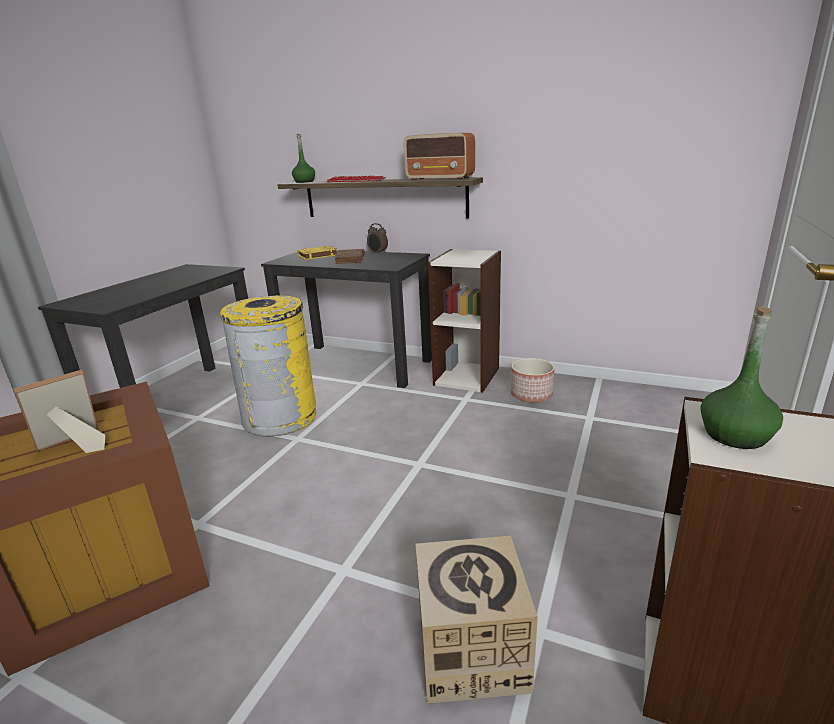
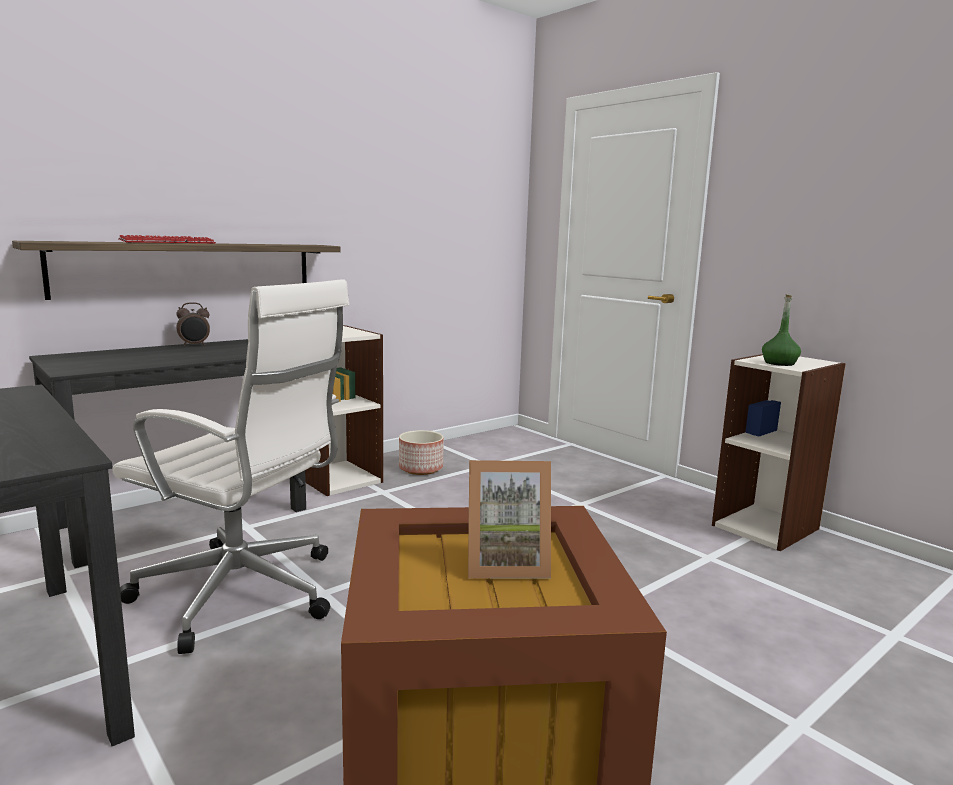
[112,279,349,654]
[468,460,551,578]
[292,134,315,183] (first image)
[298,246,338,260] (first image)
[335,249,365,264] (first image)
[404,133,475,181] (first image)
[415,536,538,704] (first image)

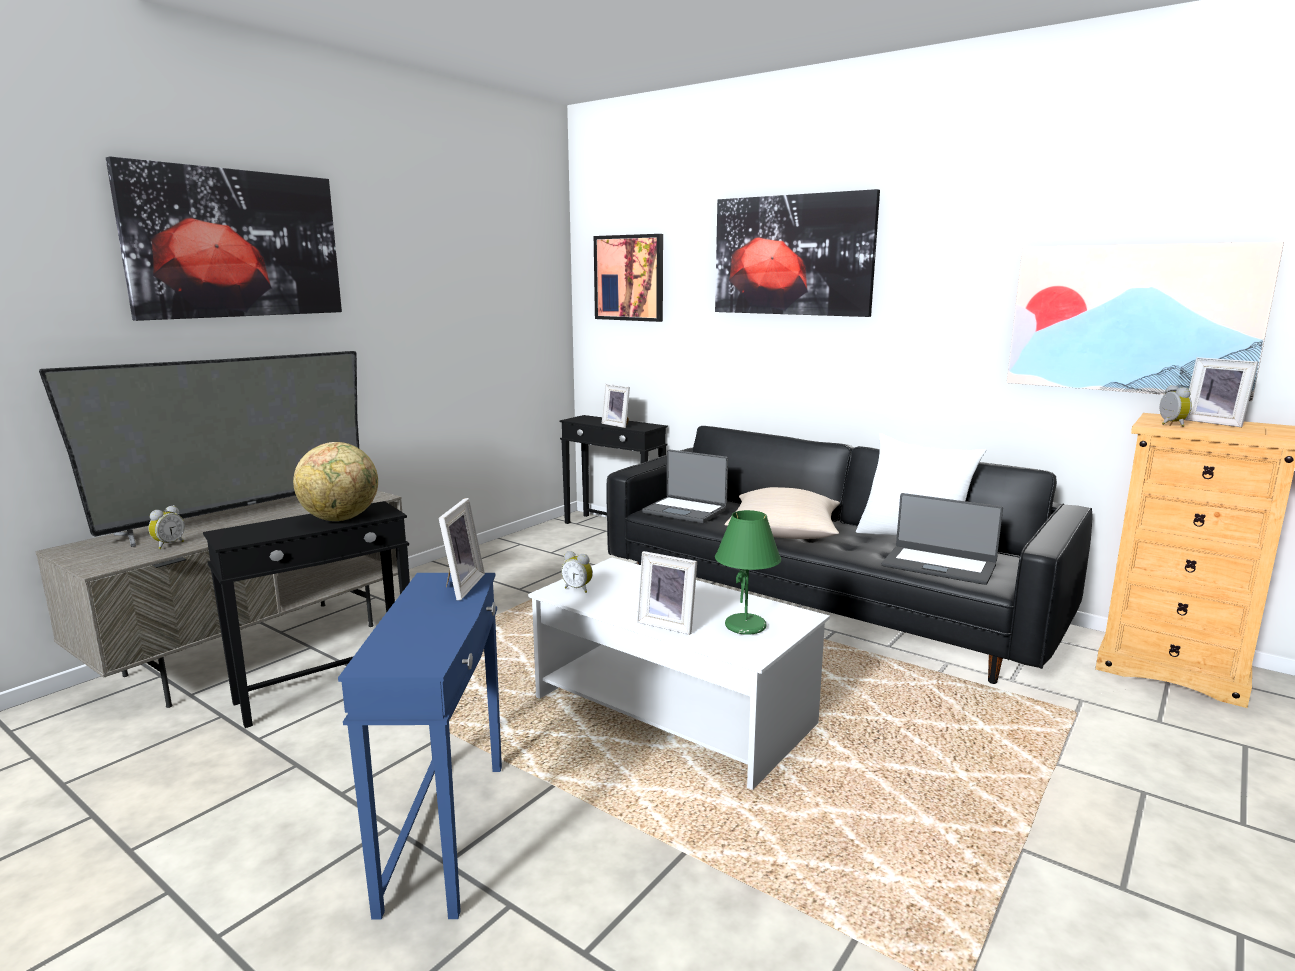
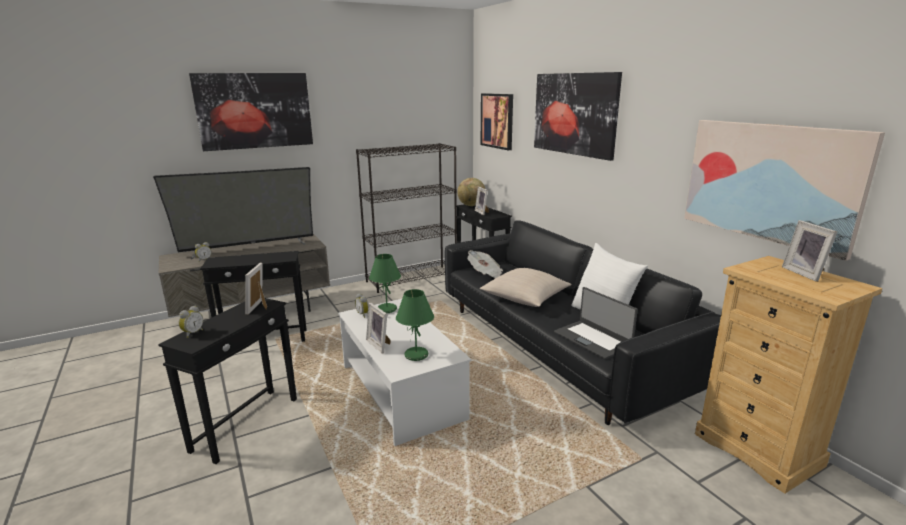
[158,298,297,464]
[179,306,203,338]
[245,263,267,315]
[356,143,457,293]
[369,254,401,313]
[457,178,485,206]
[467,250,503,278]

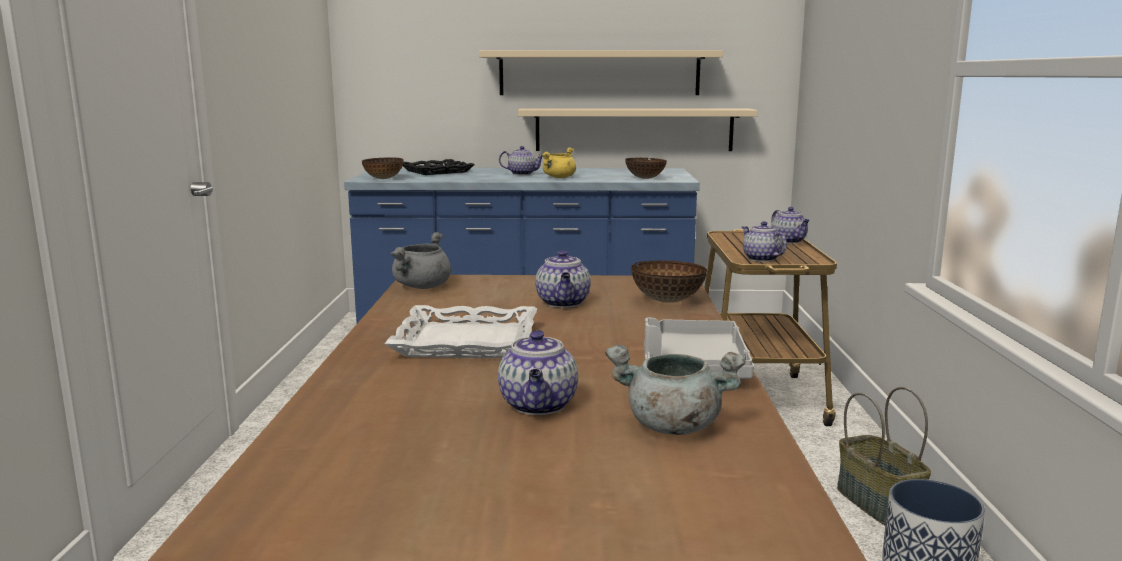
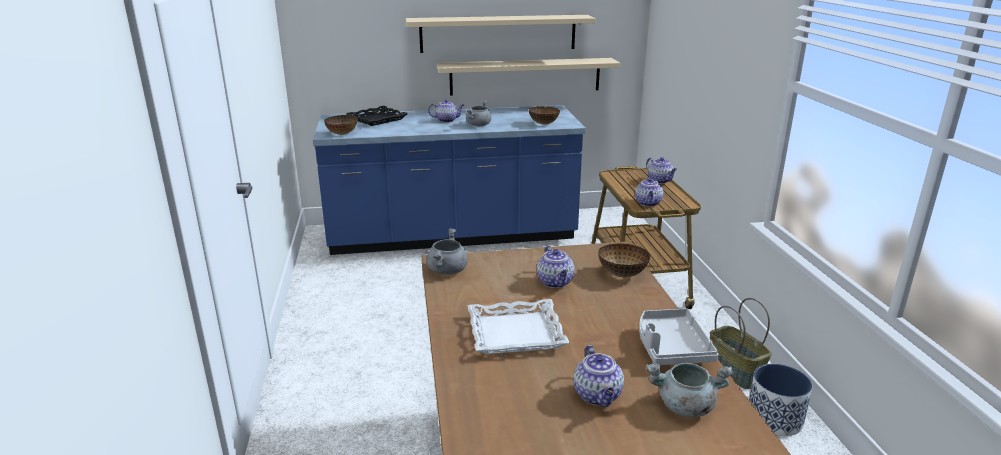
[466,100,491,126]
[635,177,663,207]

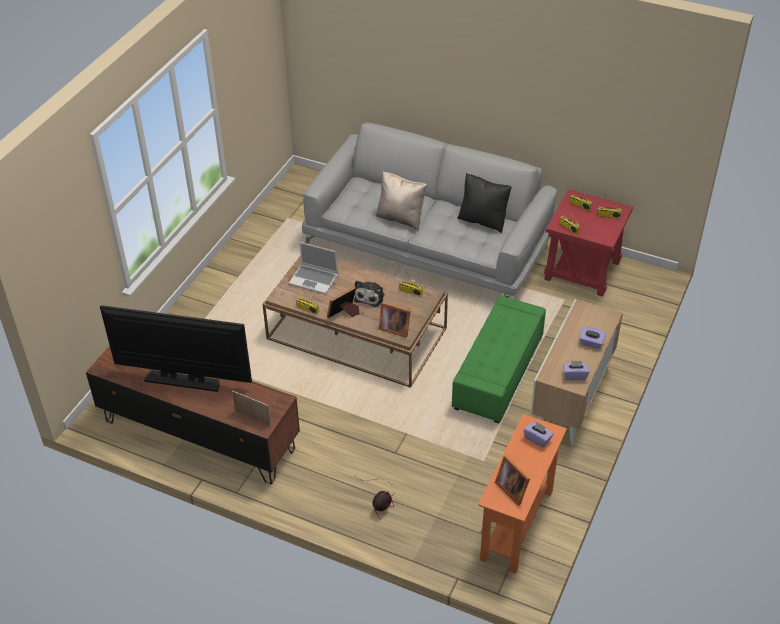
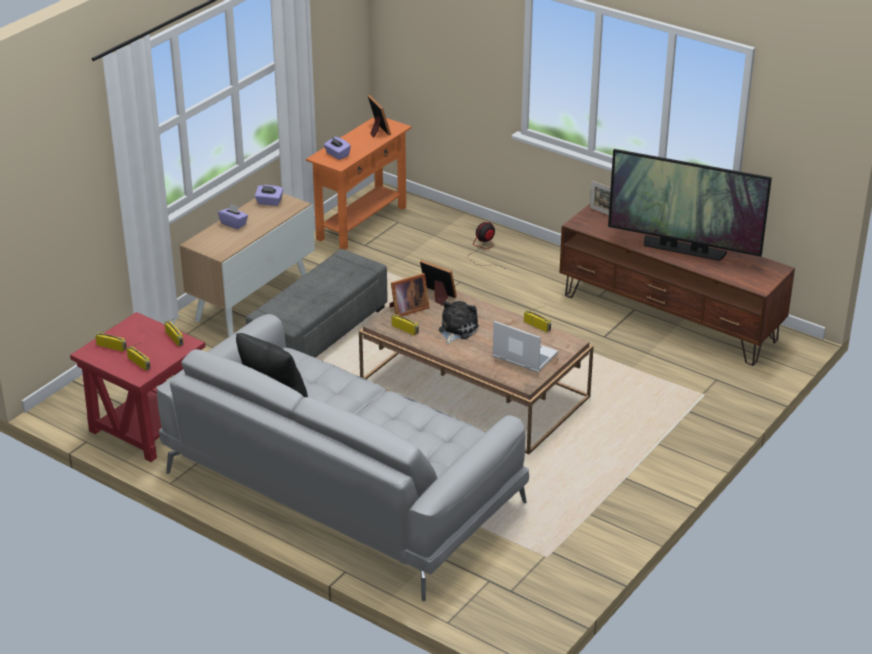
[246,249,388,358]
[390,273,429,316]
[375,171,427,231] (first image)

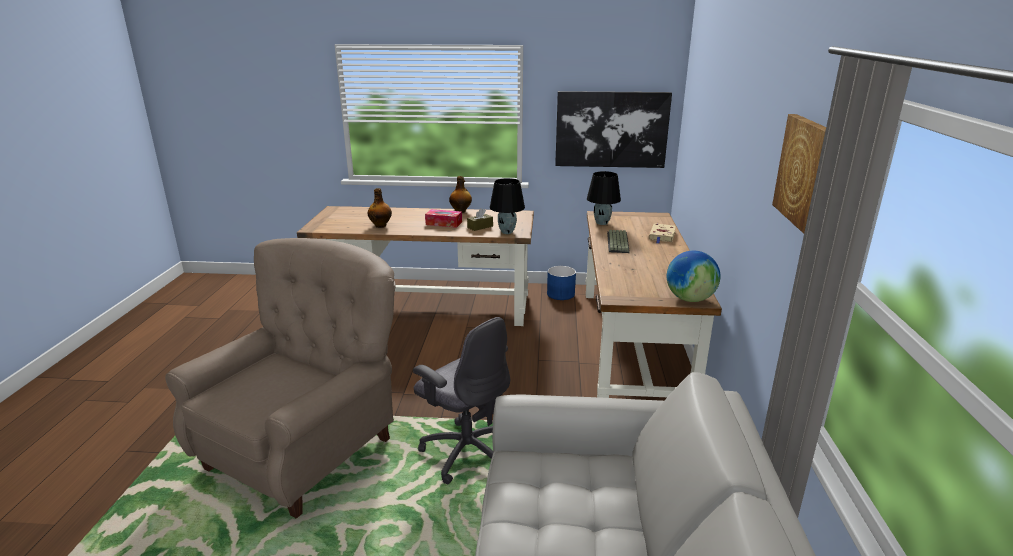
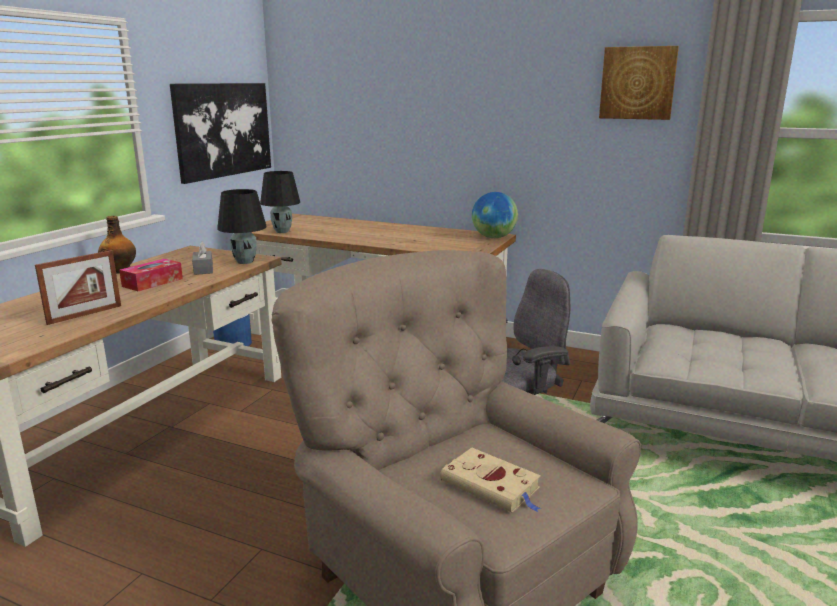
[35,250,121,325]
[192,242,213,275]
[440,448,541,513]
[607,230,630,253] (first image)

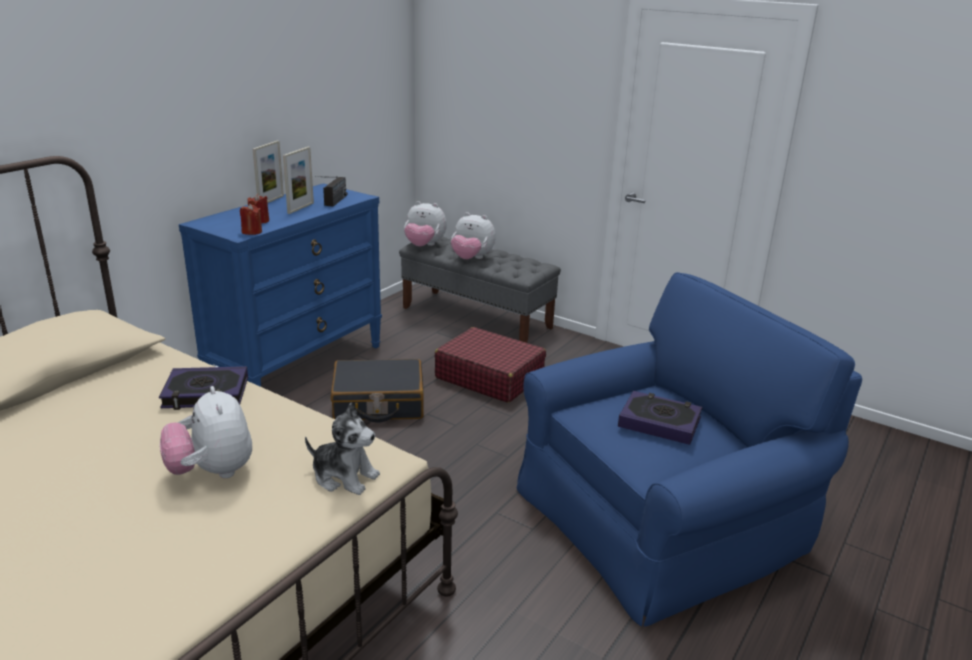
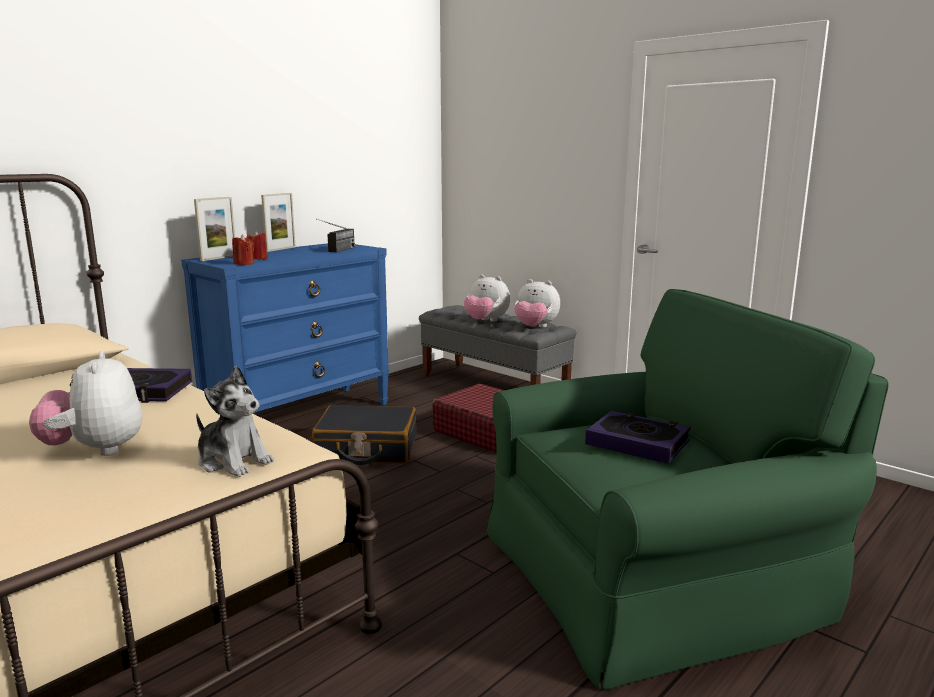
[194,197,235,261]
[487,289,888,689]
[514,279,560,328]

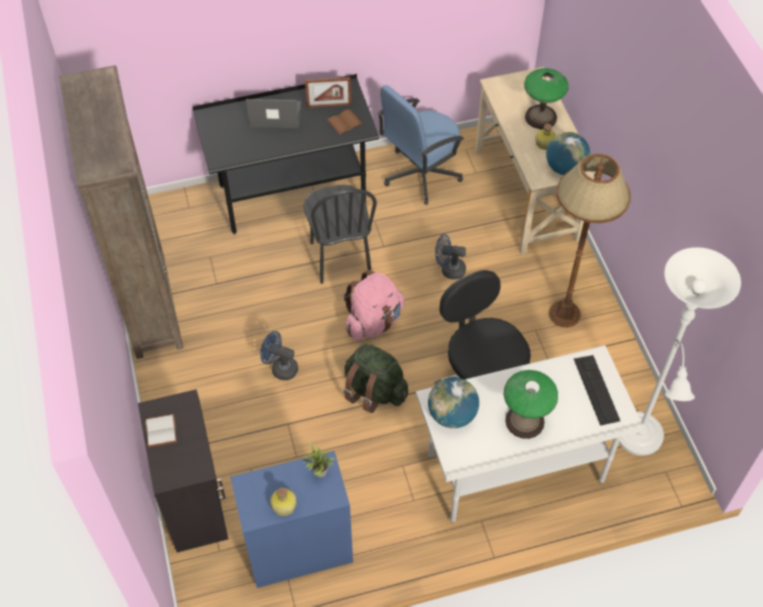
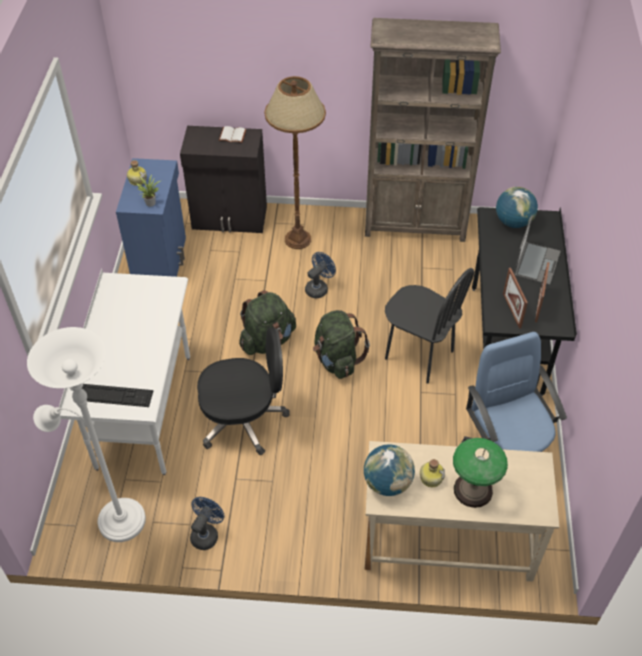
[190,497,224,550]
[264,76,326,249]
[313,310,370,379]
[385,268,474,384]
[496,187,538,228]
[503,268,528,329]
[504,370,558,439] (first image)

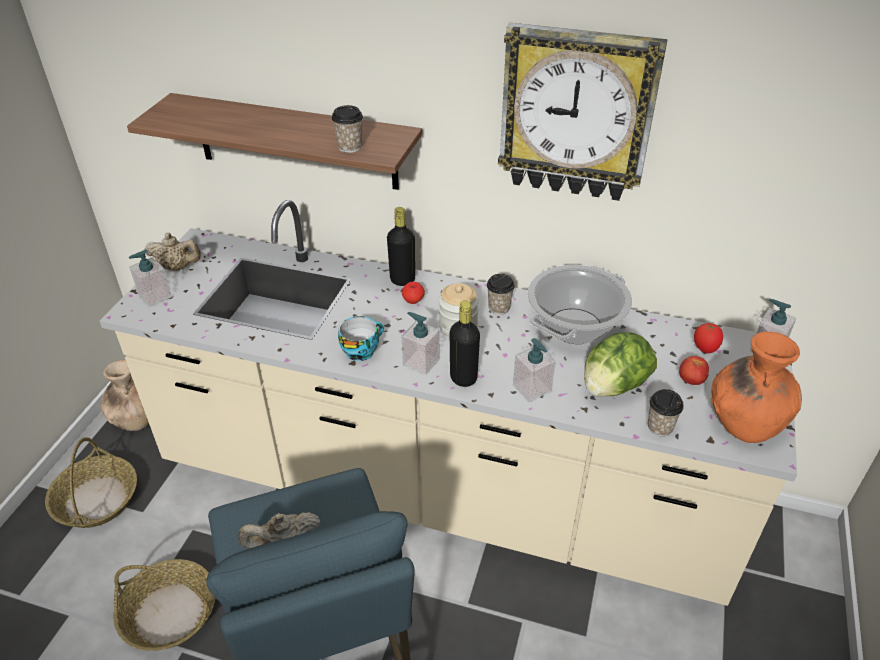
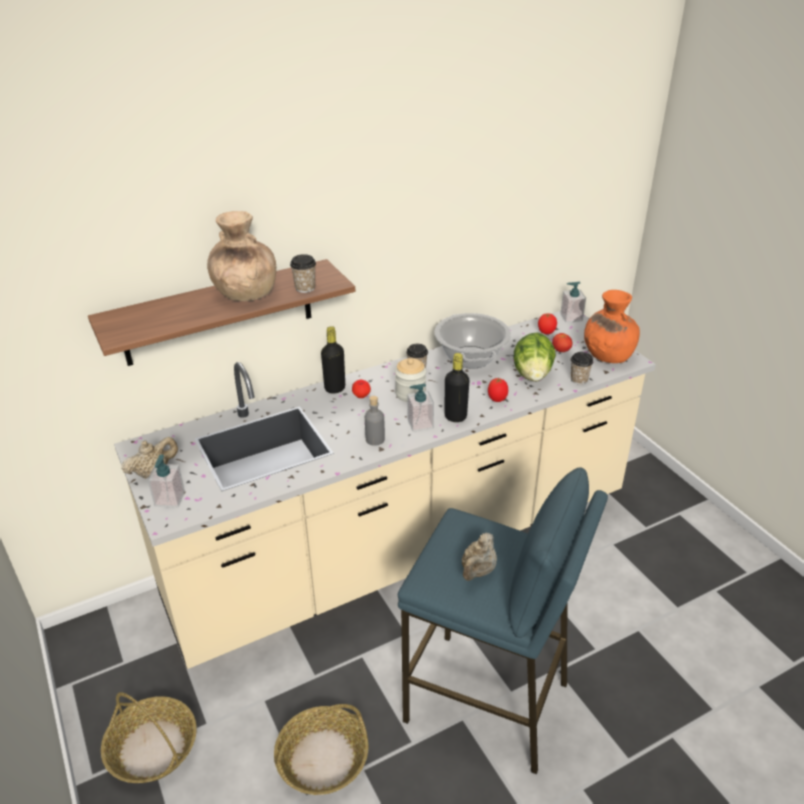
[207,211,276,301]
[365,396,385,446]
[488,378,508,402]
[498,23,667,201] (first image)

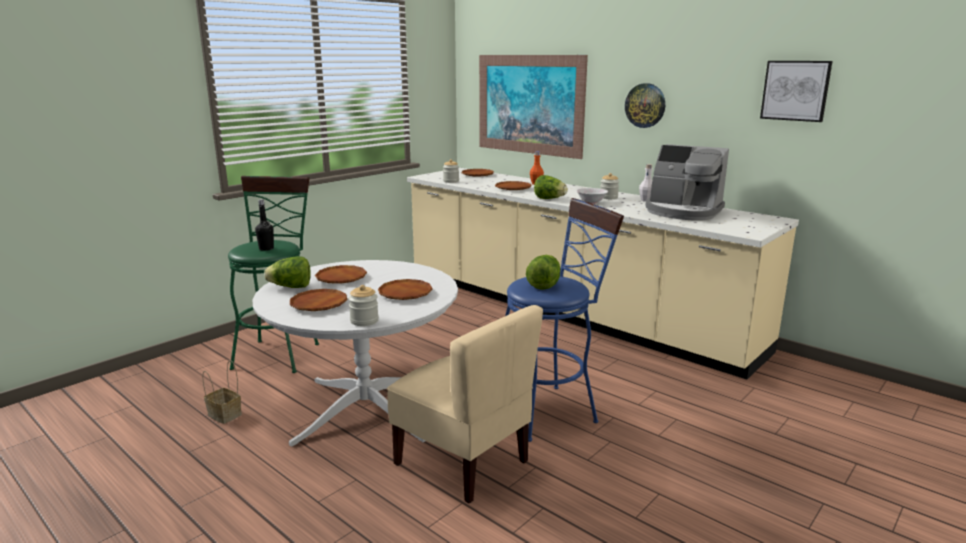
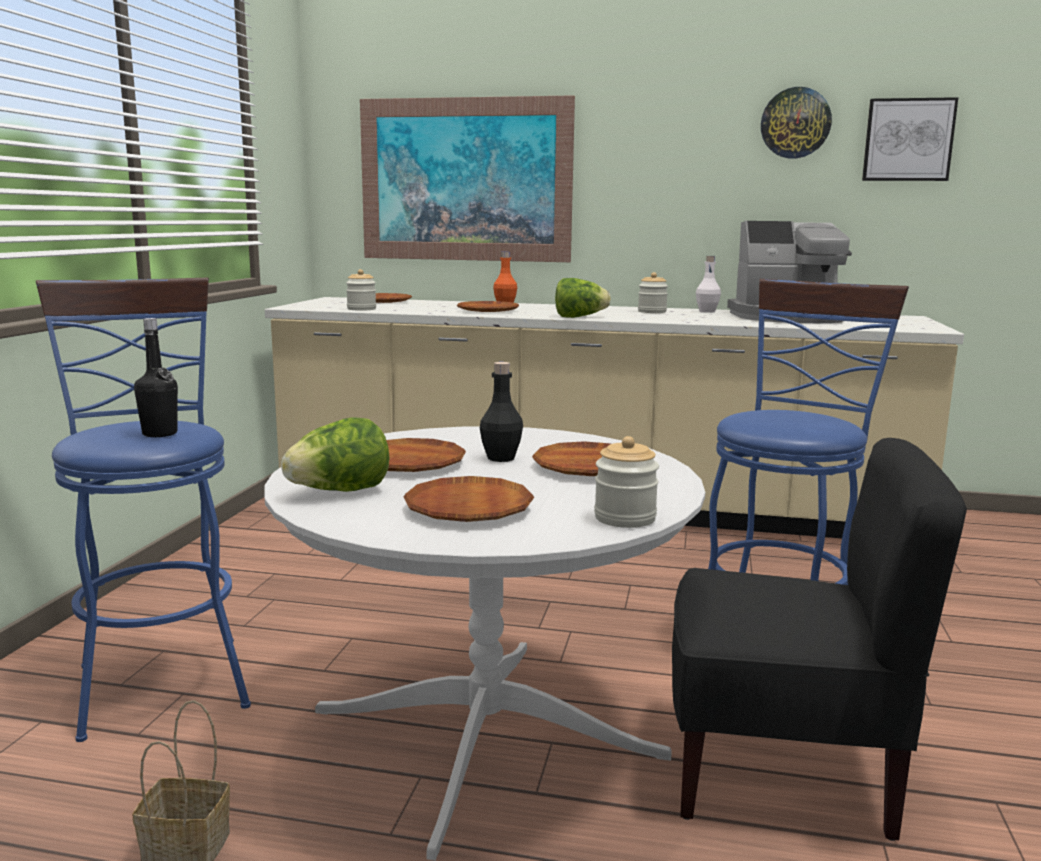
[36,278,251,742]
[480,362,523,462]
[672,438,967,841]
[761,87,832,159]
[526,255,561,290] (first image)
[576,188,608,204] (first image)

